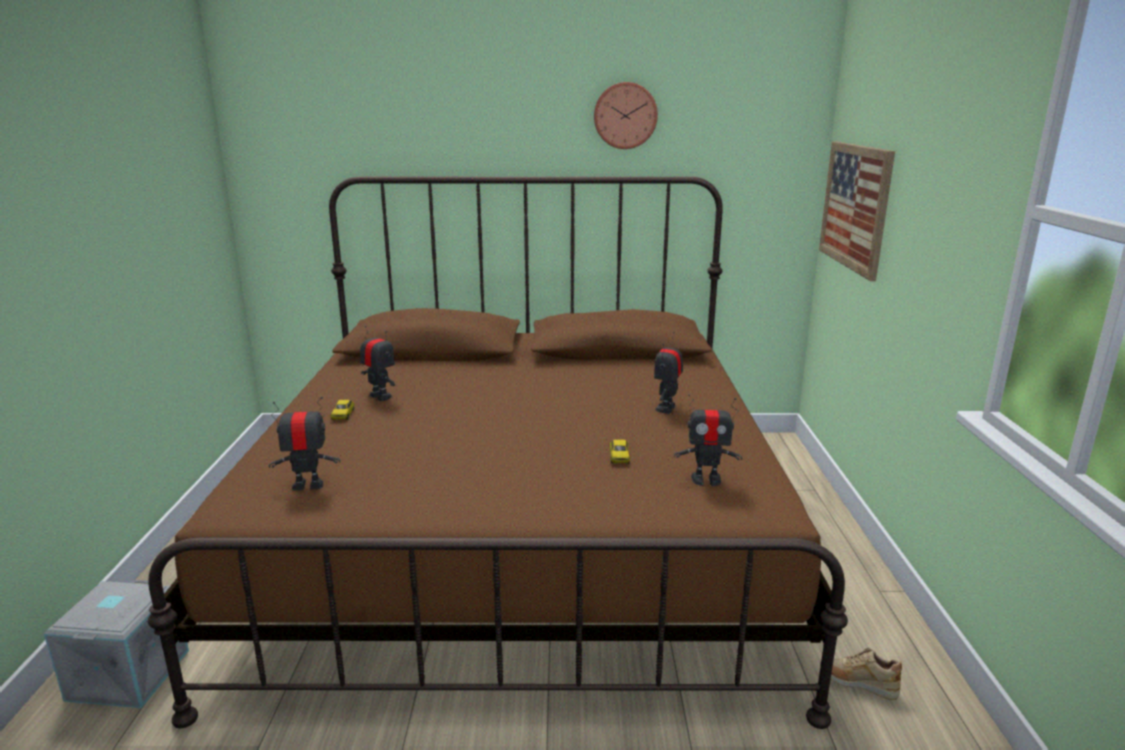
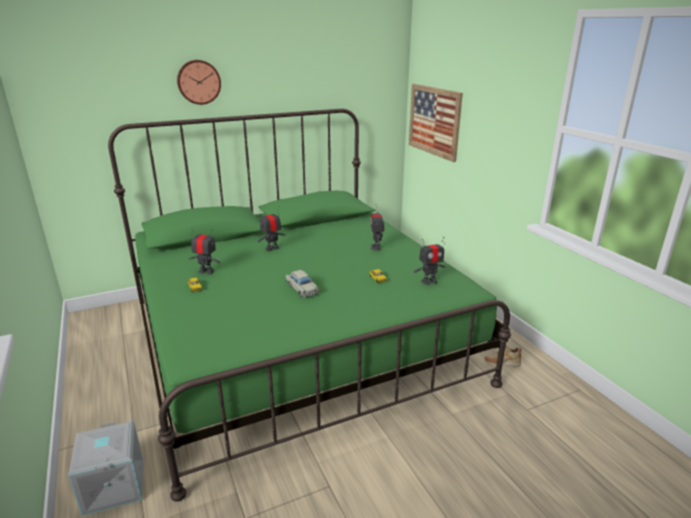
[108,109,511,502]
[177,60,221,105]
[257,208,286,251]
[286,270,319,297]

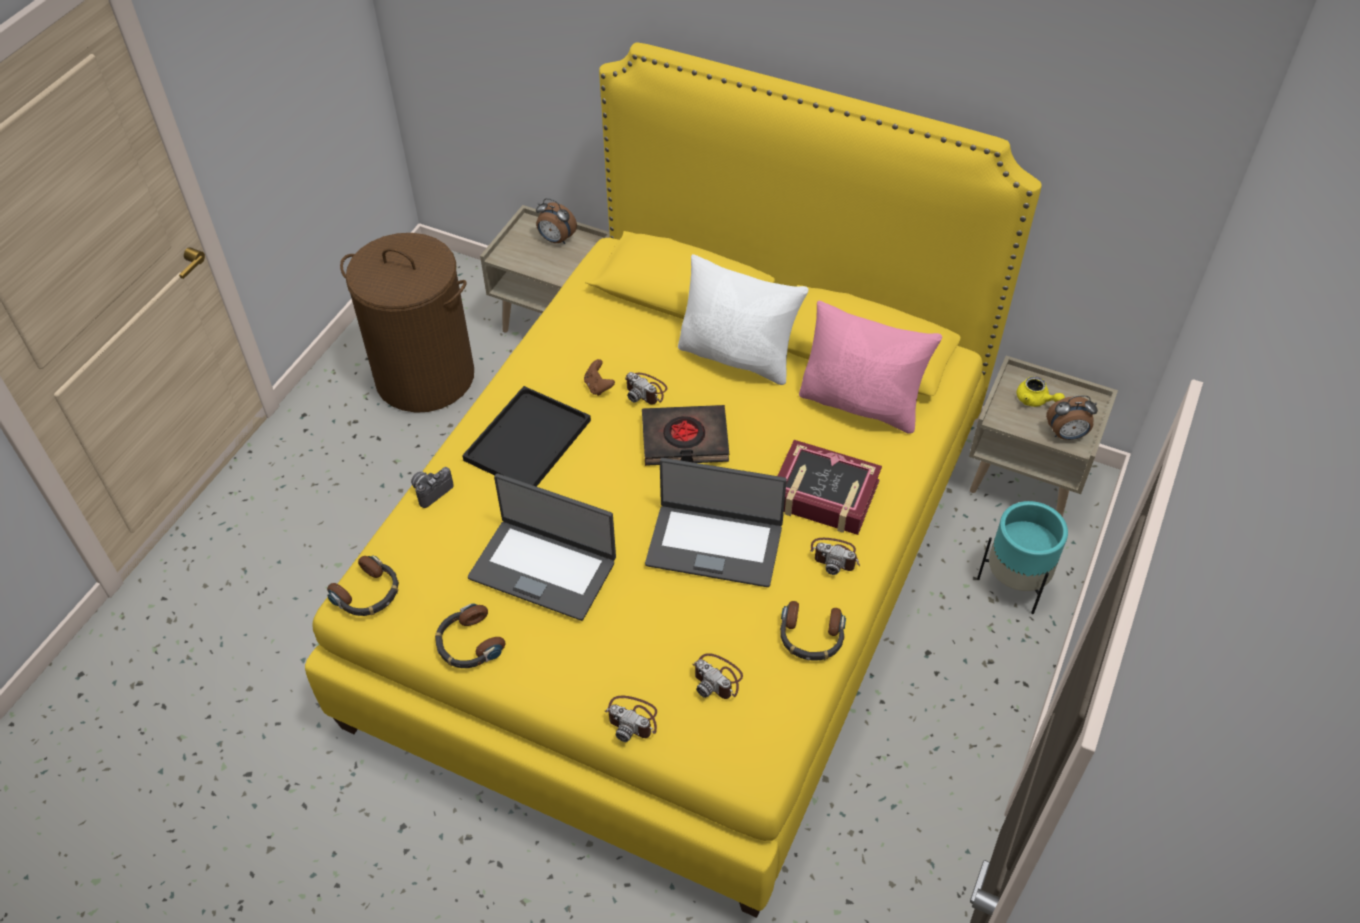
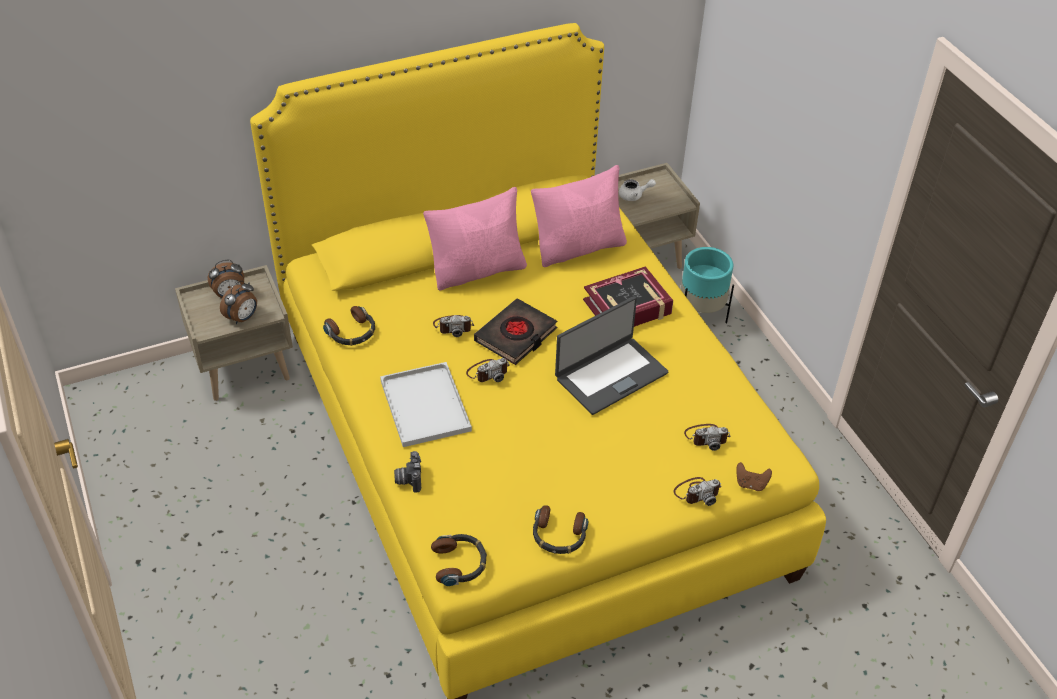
[220,281,257,324]
[323,306,375,346]
[380,362,472,447]
[423,187,527,290]
[466,358,510,382]
[619,179,656,201]
[736,462,772,491]
[340,233,474,413] (first image)
[468,474,616,621] (first image)

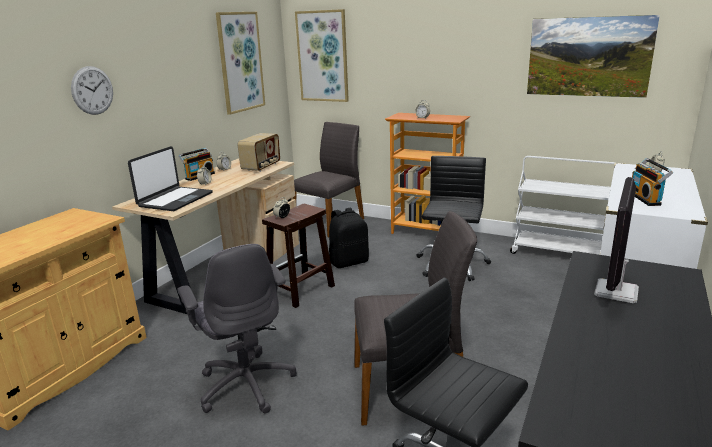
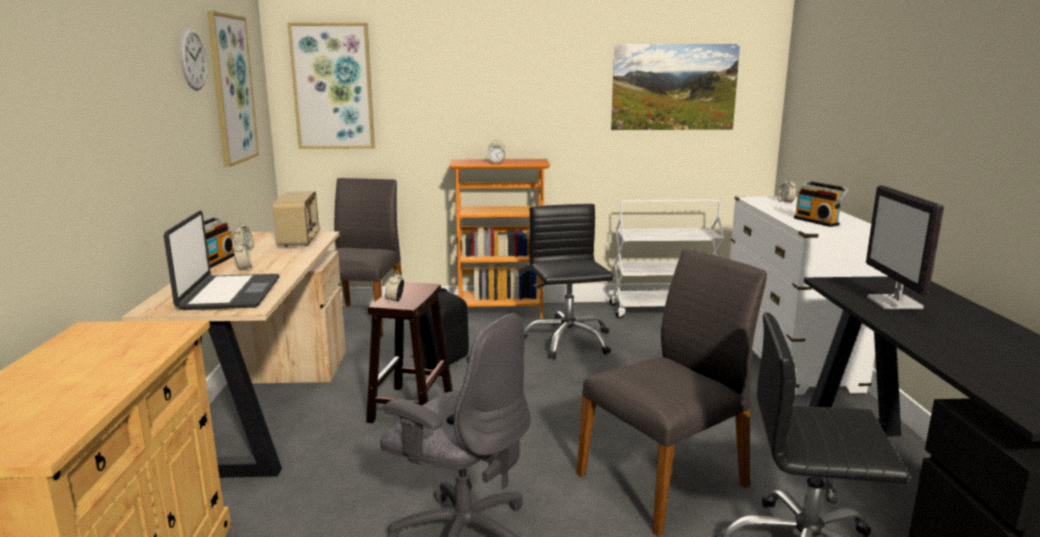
[179,28,207,91]

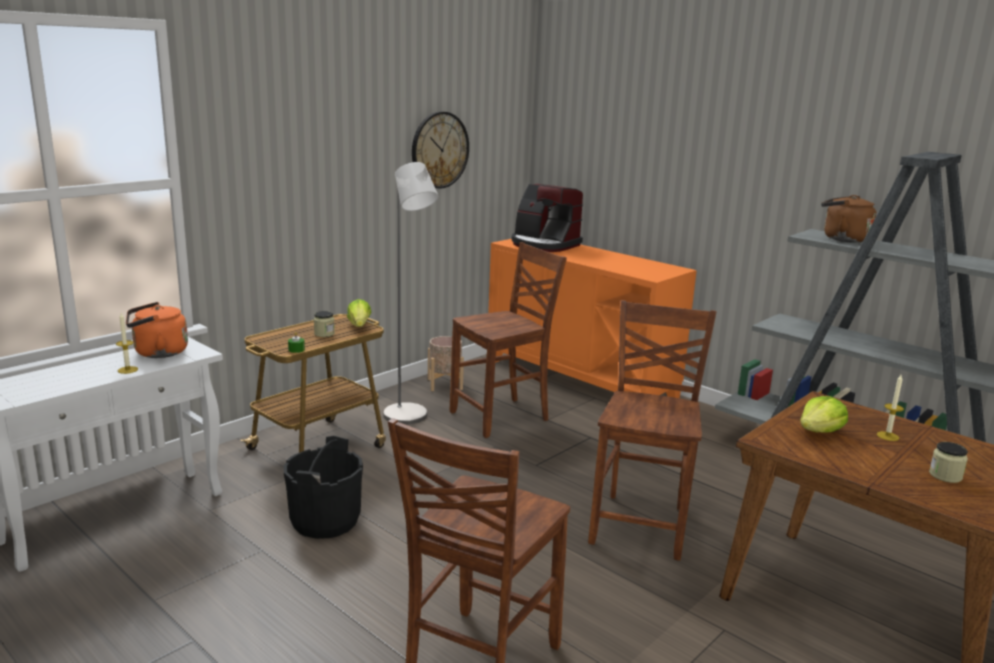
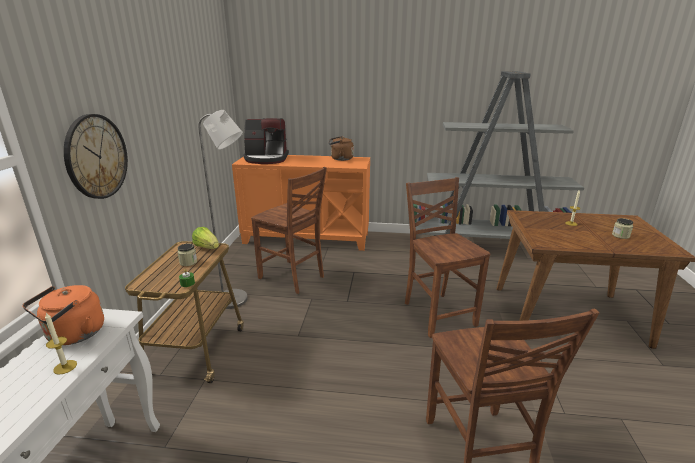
[64,114,128,199]
[251,167,327,294]
[329,136,354,161]
[284,436,363,539] (first image)
[428,336,464,391] (first image)
[800,396,848,433] (first image)

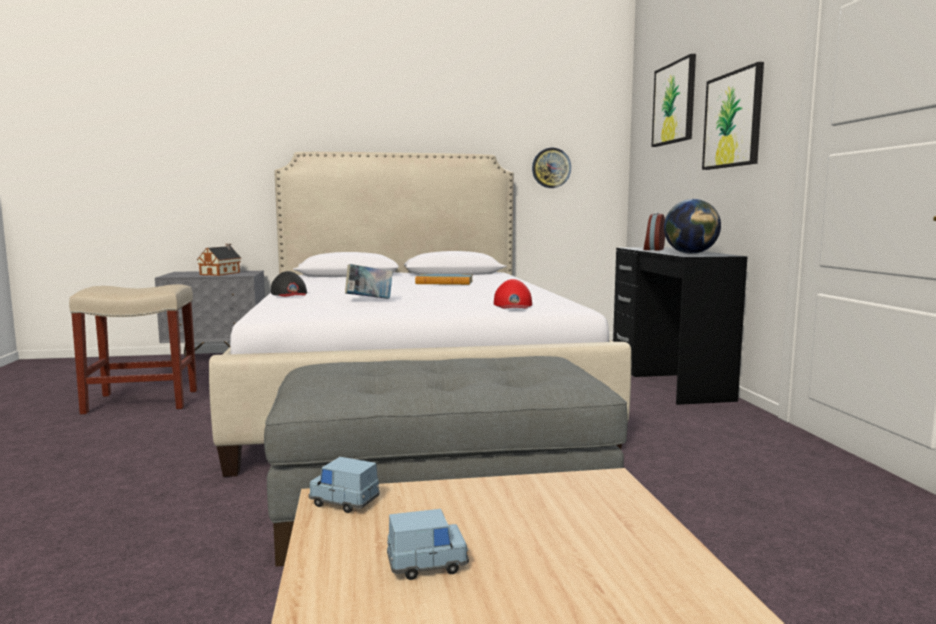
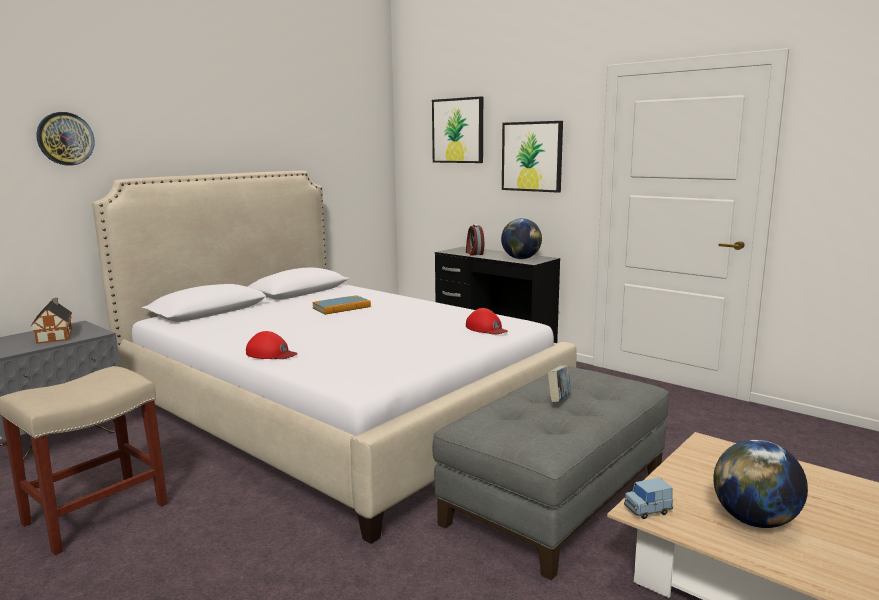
[36,112,95,166]
[246,331,298,359]
[548,365,571,402]
[713,440,808,528]

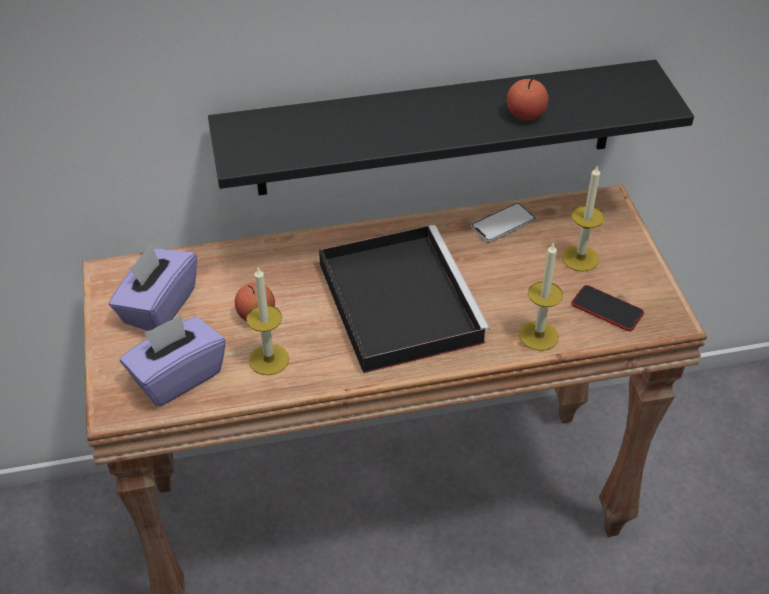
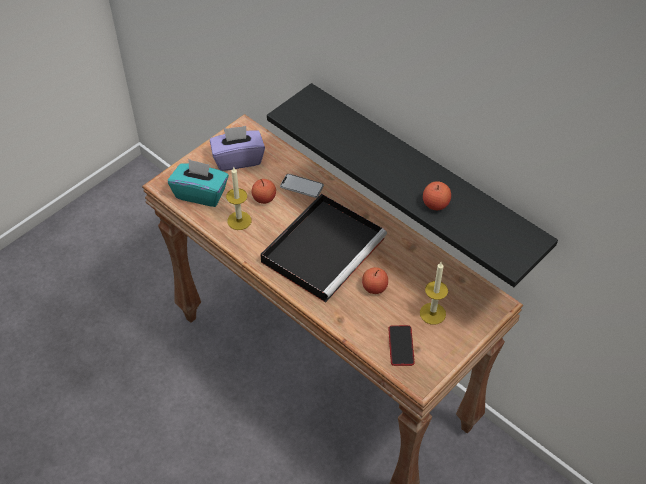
[168,159,229,207]
[280,174,324,198]
[362,267,388,294]
[519,242,563,351] (first image)

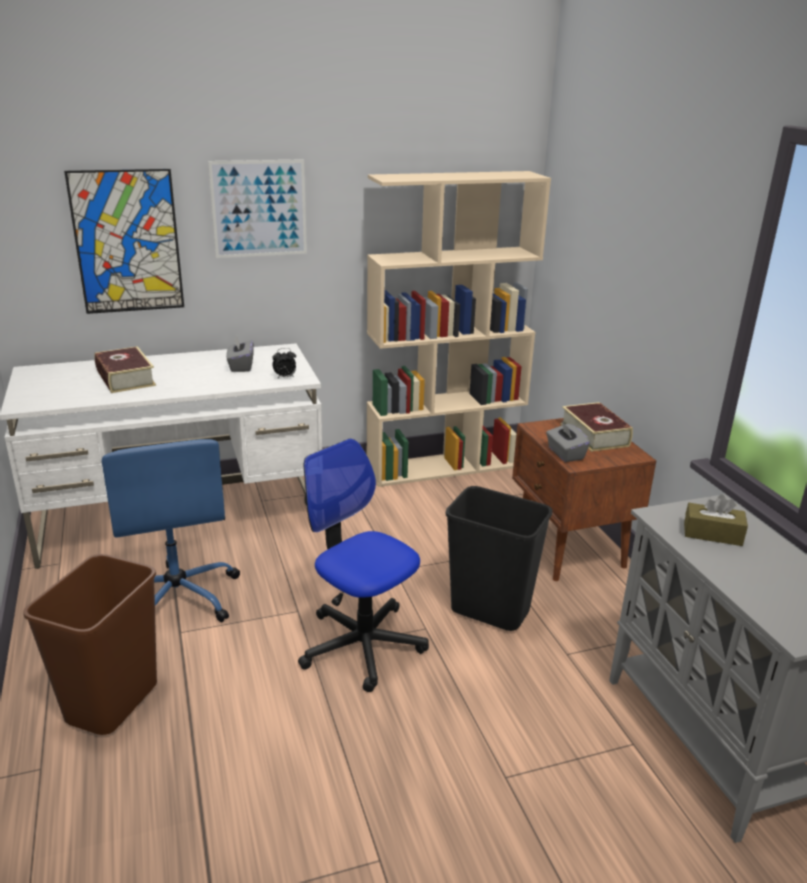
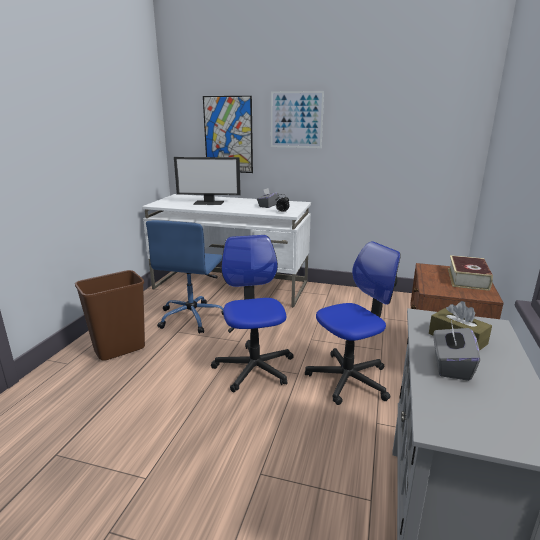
[174,157,241,205]
[305,241,401,405]
[433,320,480,381]
[367,171,551,487] (first image)

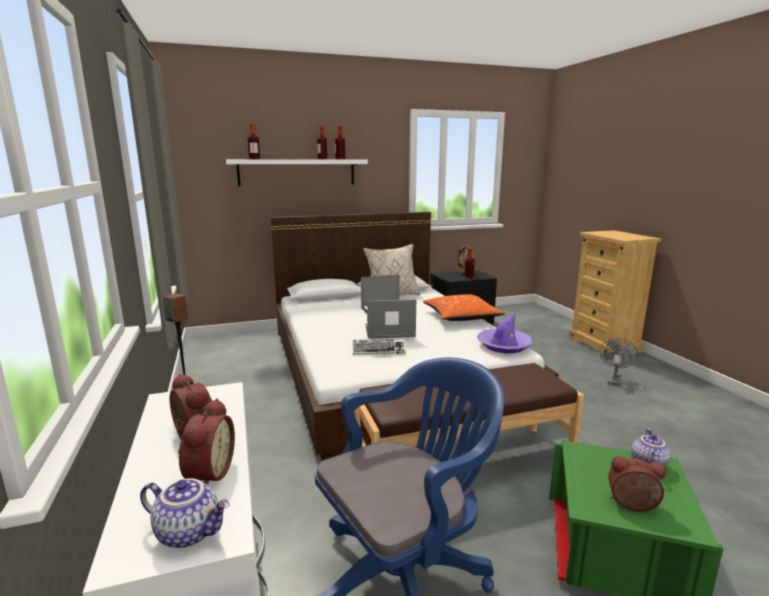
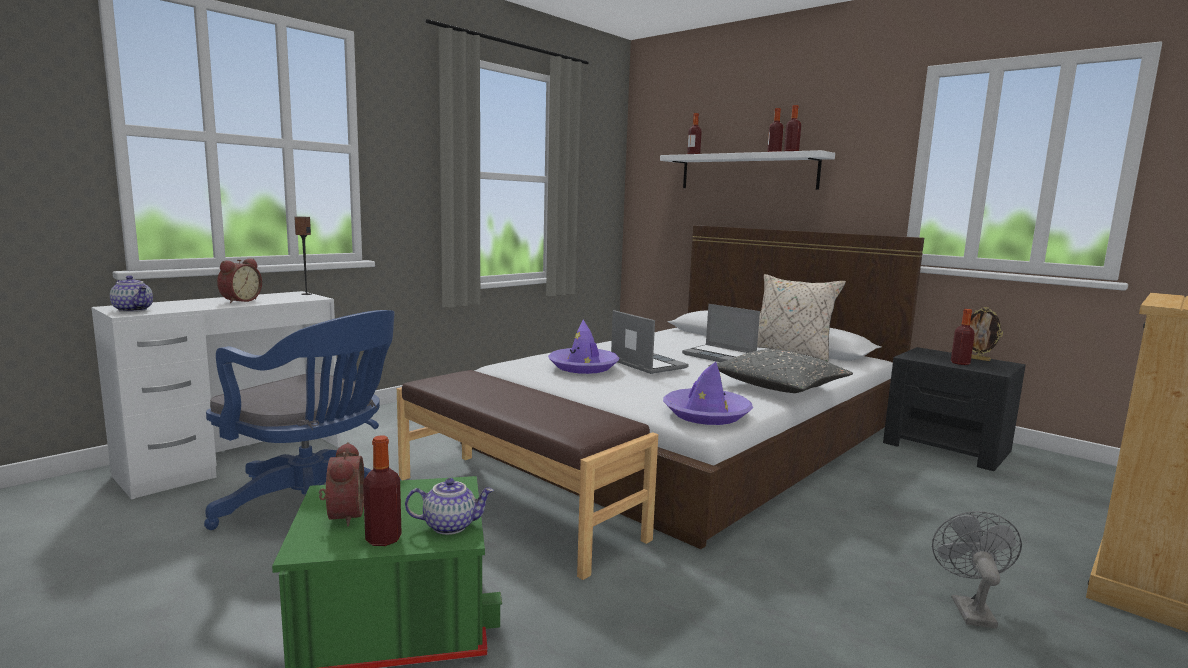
[110,275,153,312]
[363,436,402,546]
[548,320,620,374]
[709,349,853,393]
[932,511,1022,629]
[178,398,235,485] (first image)

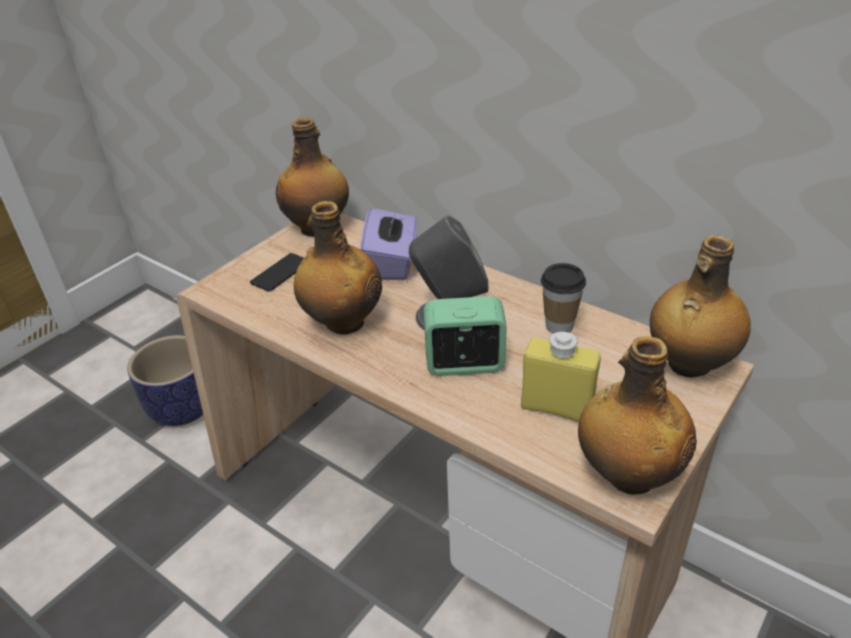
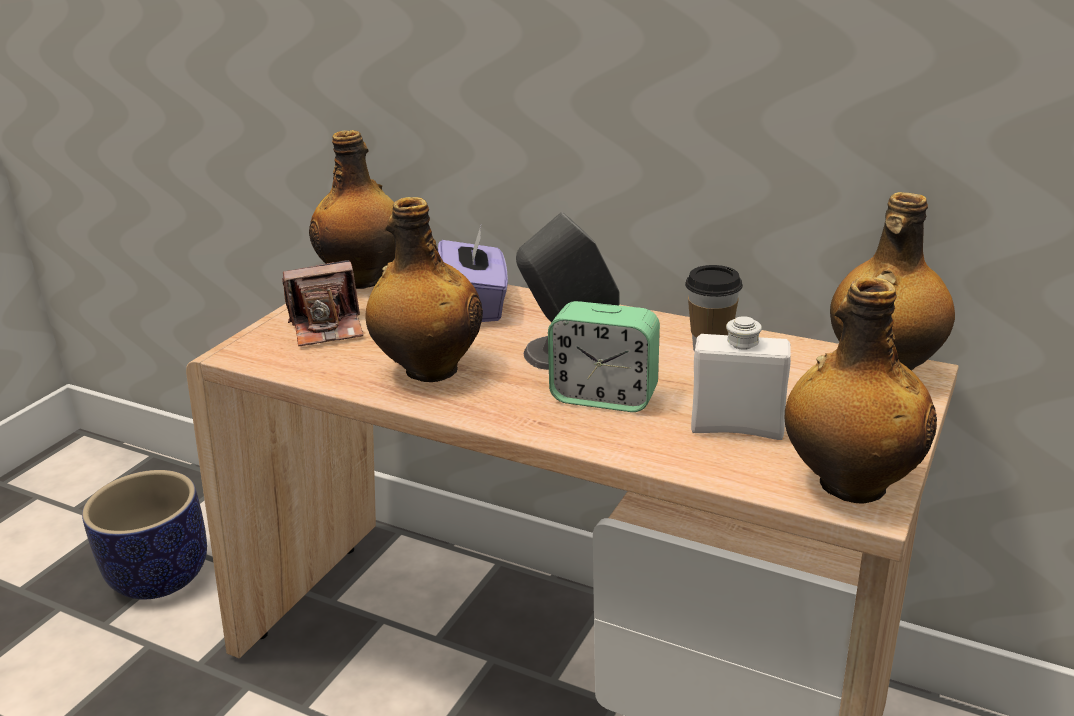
[282,260,363,346]
[548,301,660,412]
[691,316,791,440]

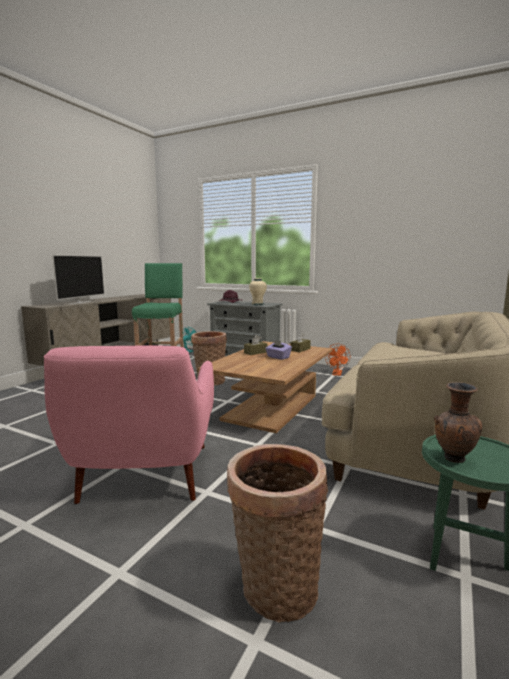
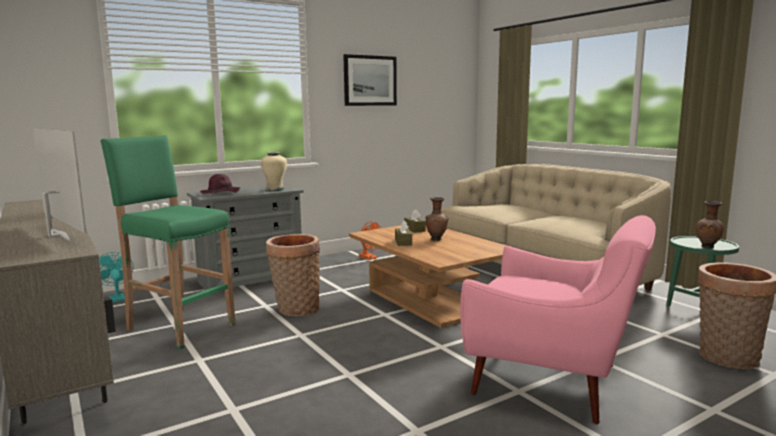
[343,54,397,106]
[425,197,449,241]

